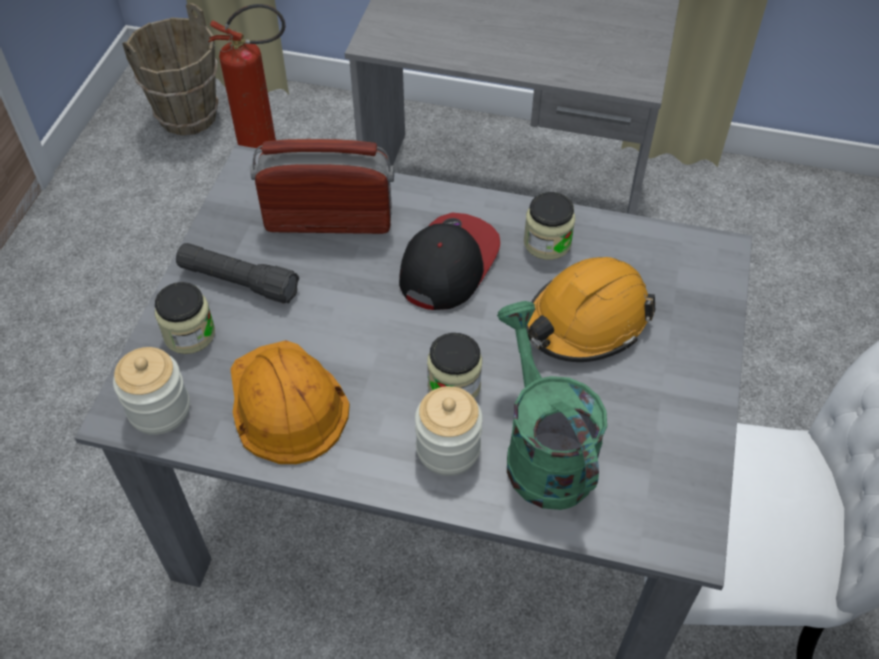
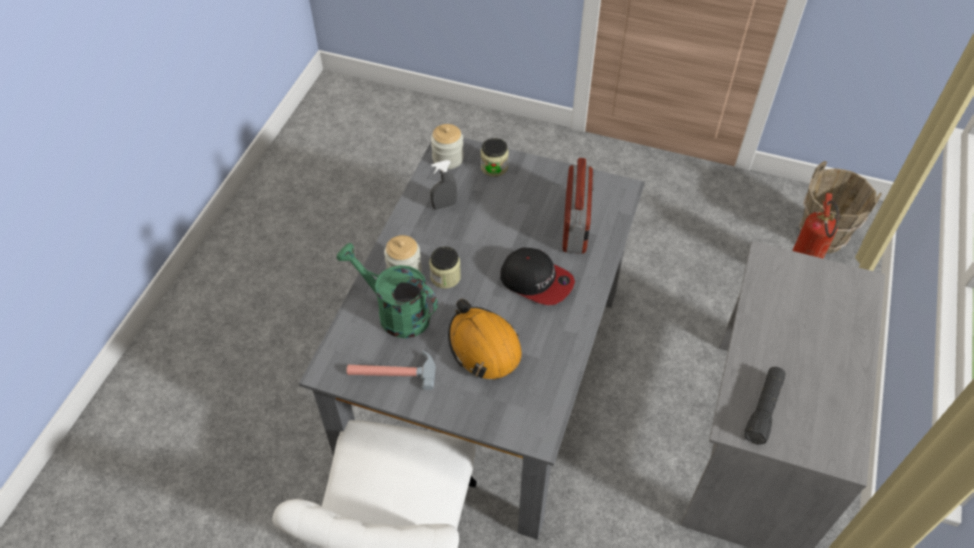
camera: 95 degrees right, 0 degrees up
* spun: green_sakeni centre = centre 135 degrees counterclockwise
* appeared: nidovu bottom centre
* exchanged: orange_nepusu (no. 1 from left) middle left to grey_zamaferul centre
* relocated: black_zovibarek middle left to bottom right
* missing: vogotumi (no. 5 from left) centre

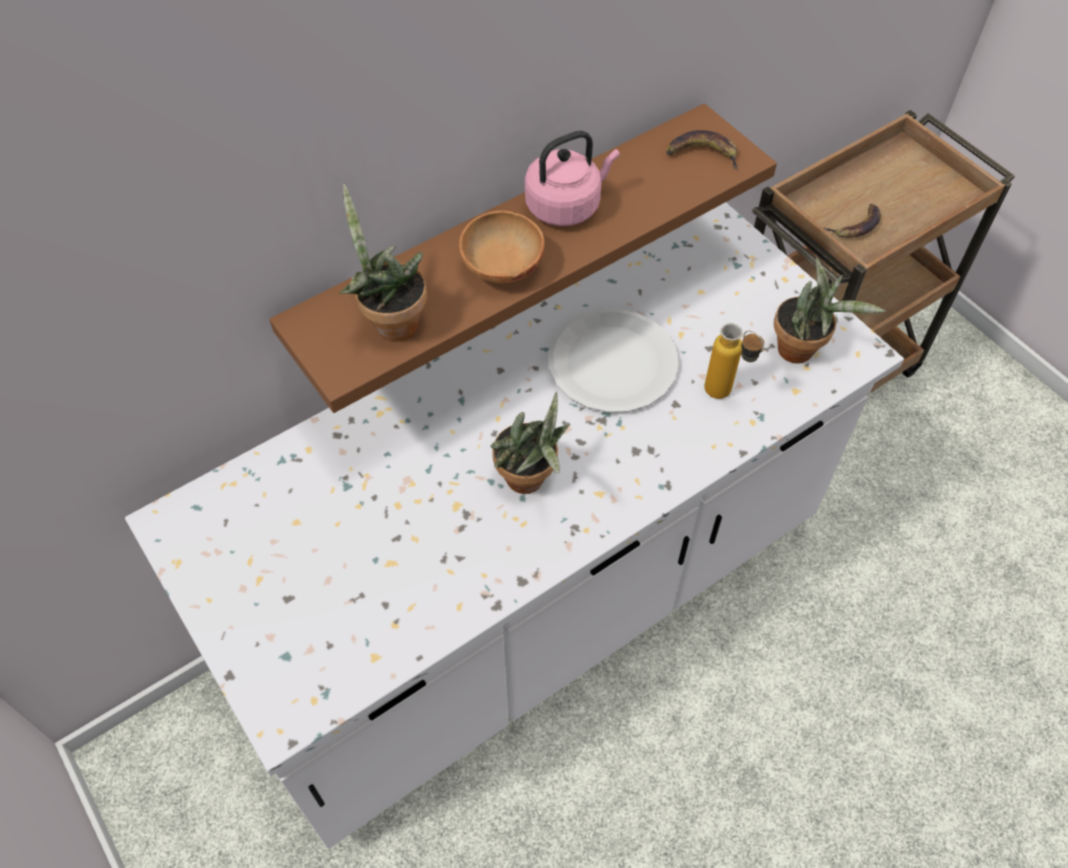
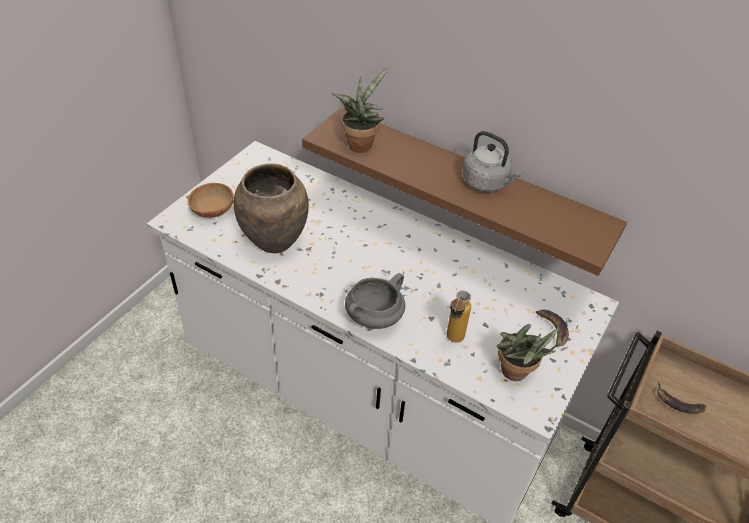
camera: 65 degrees right, 10 degrees down
* relocated: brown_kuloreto top centre to middle left
* appeared: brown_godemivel centre
* appeared: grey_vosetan centre
* colour: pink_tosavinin top centre to grey_tosavinin top centre
* relocated: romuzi (no. 1 from left) top centre to middle right
* missing: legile (no. 2 from left) centre
* missing: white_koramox centre

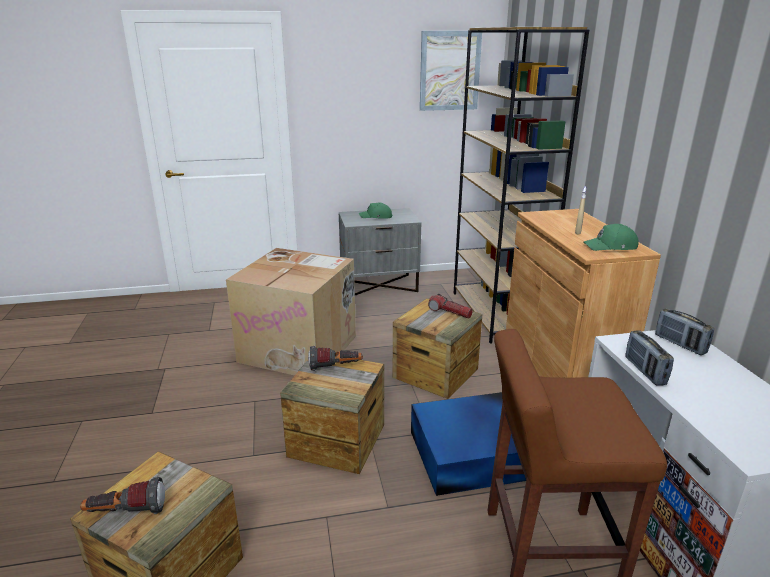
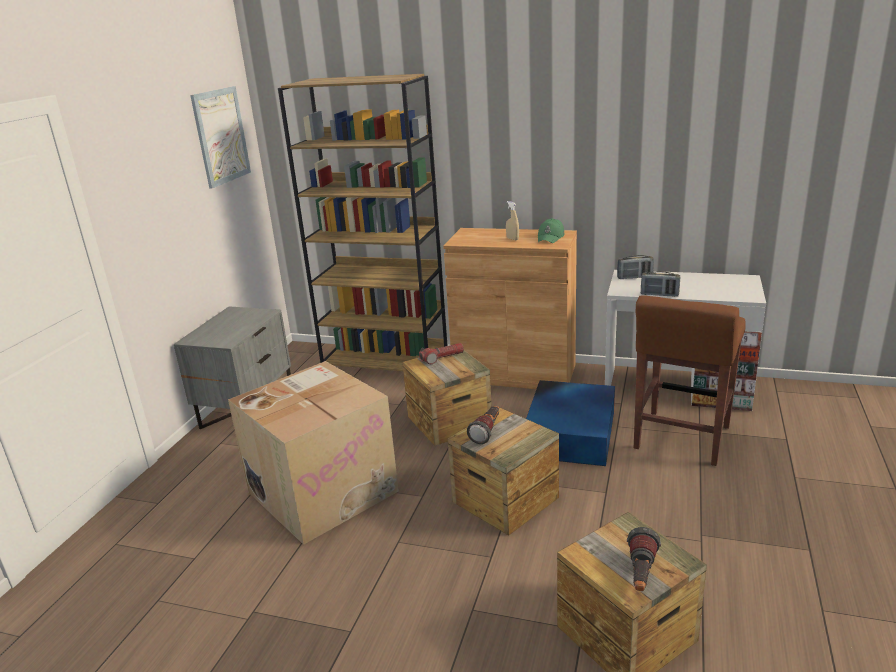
camera: 60 degrees left, 0 degrees up
* missing: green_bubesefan (no. 1 from left) centre

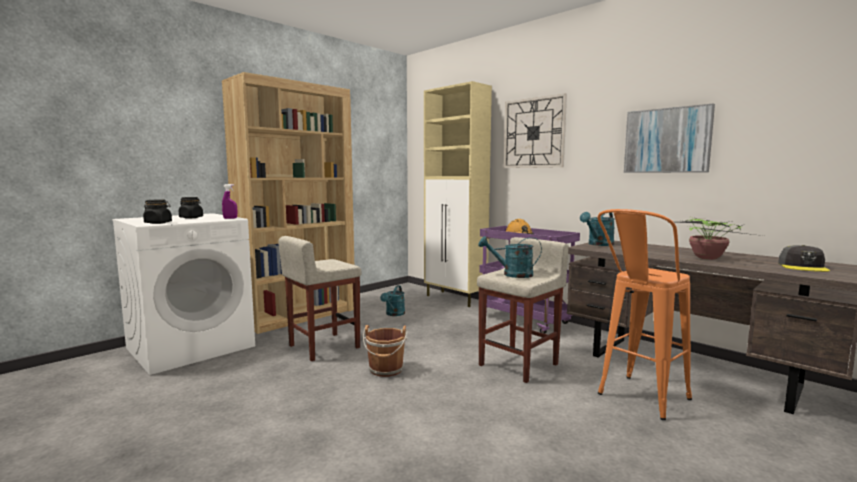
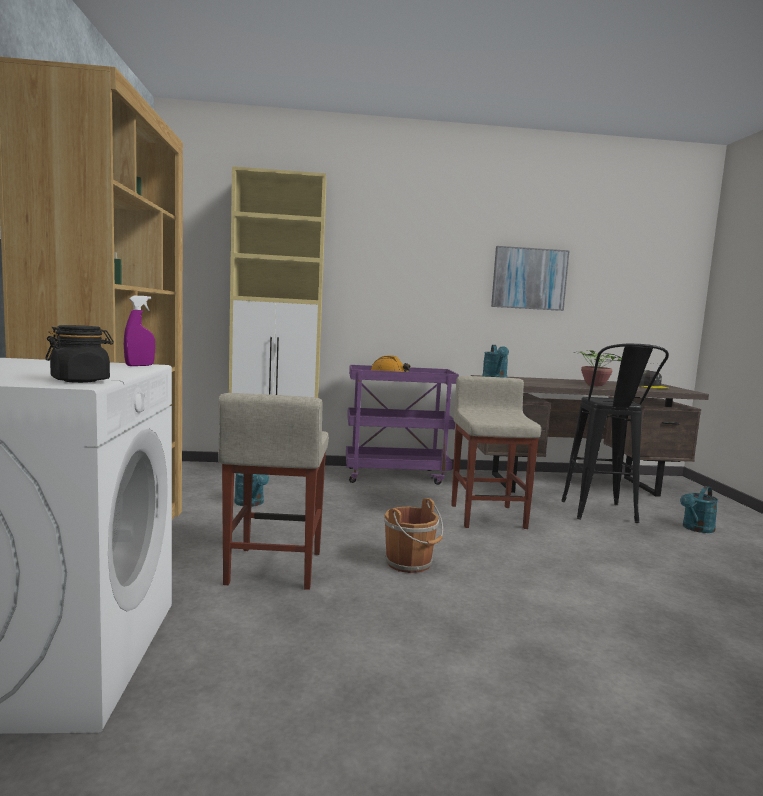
camera: 50 degrees left, 0 degrees up
* colour: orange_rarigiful middle right to black_rarigiful middle right
* relocated: turquoise_sakeni (no. 2 from left in the first image) centre to turquoise_sakeni (no. 3 from left) middle right
* missing: black_vogotumi (no. 2 from left) middle left
* missing: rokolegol top centre

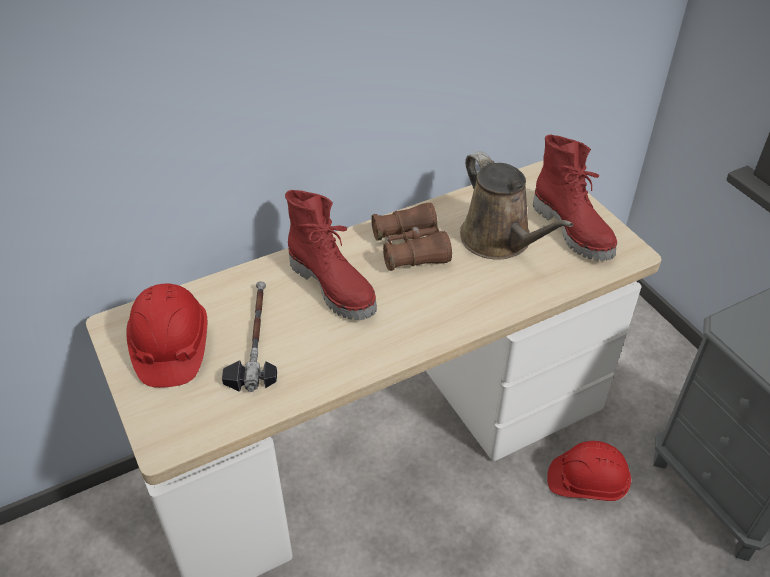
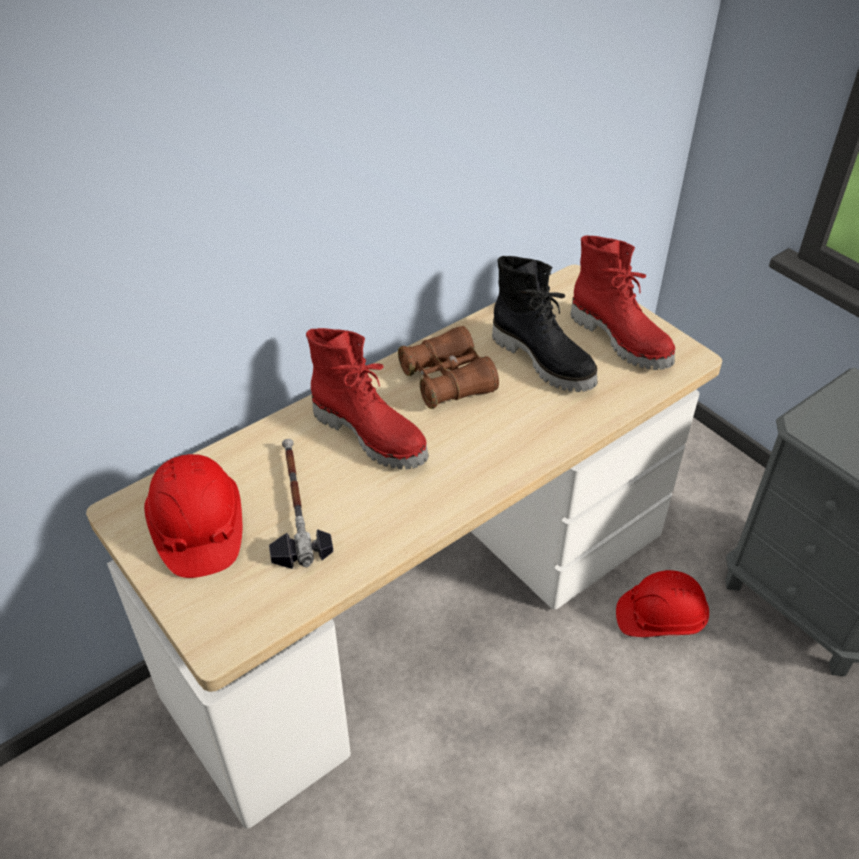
camera: 10 degrees left, 0 degrees up
* exchanged: brown_sakeni middle right to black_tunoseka centre

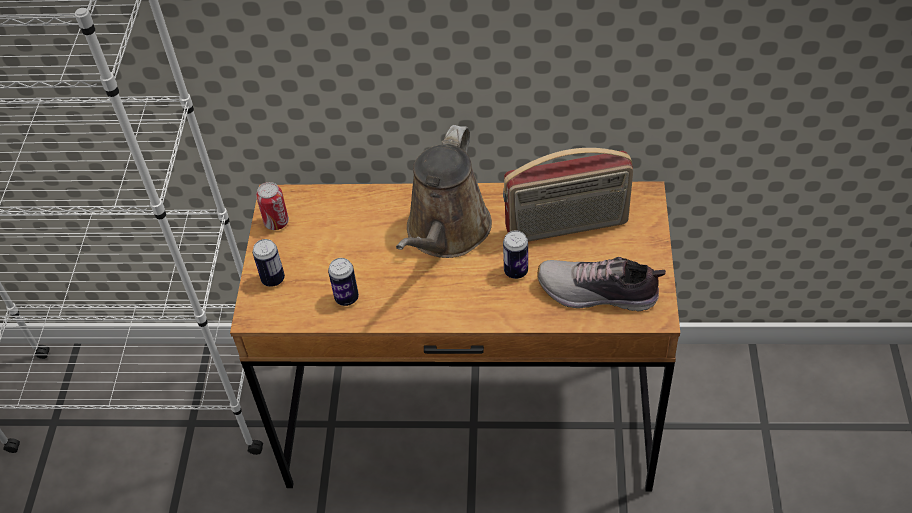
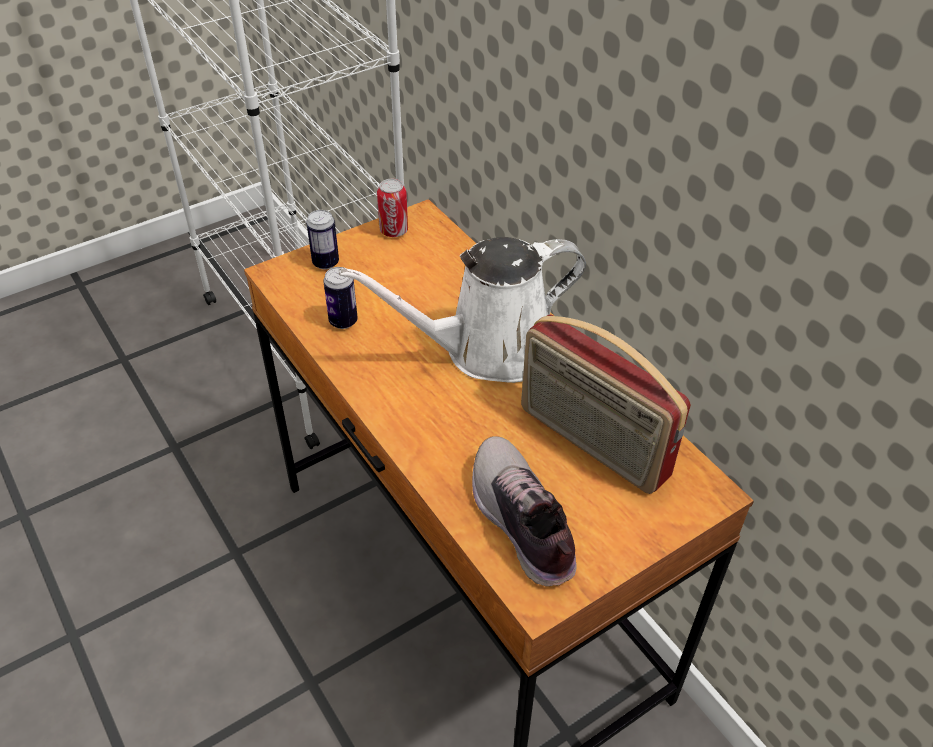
camera: 50 degrees right, 5 degrees down
* colour: brown_sakeni centre to white_sakeni centre
* missing: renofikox (no. 4 from left) centre

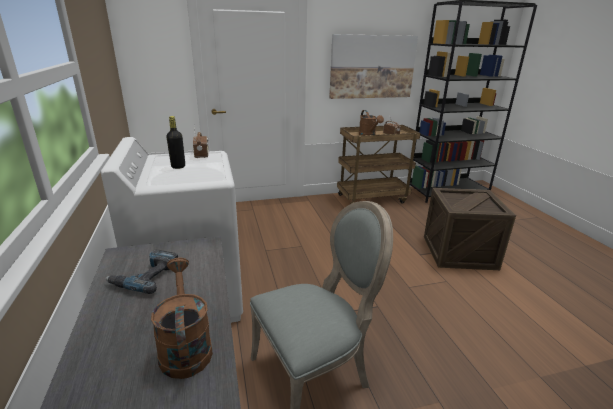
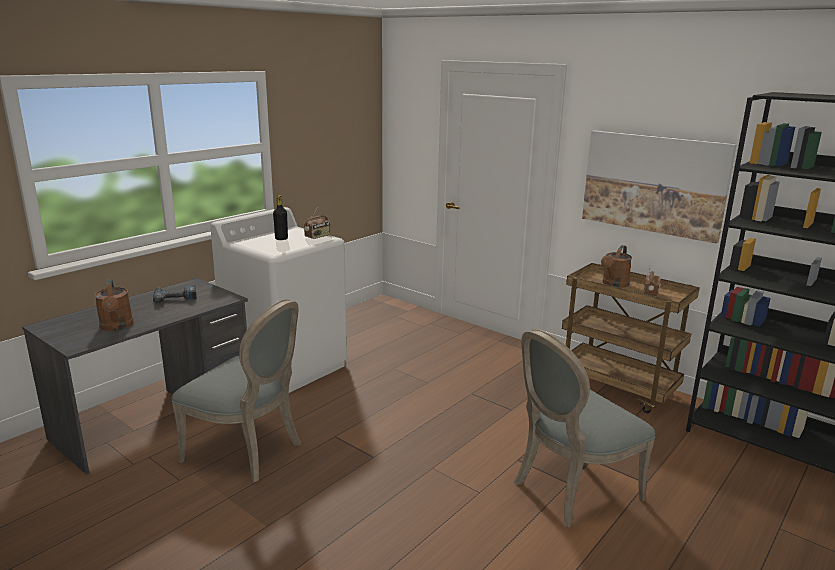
camera: 55 degrees right, 5 degrees down
* spun: brown_sakeni (no. 1 from left) bottom left = middle left 120 degrees clockwise
* exchanged: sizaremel middle right to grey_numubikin (no. 2 from left) bottom right

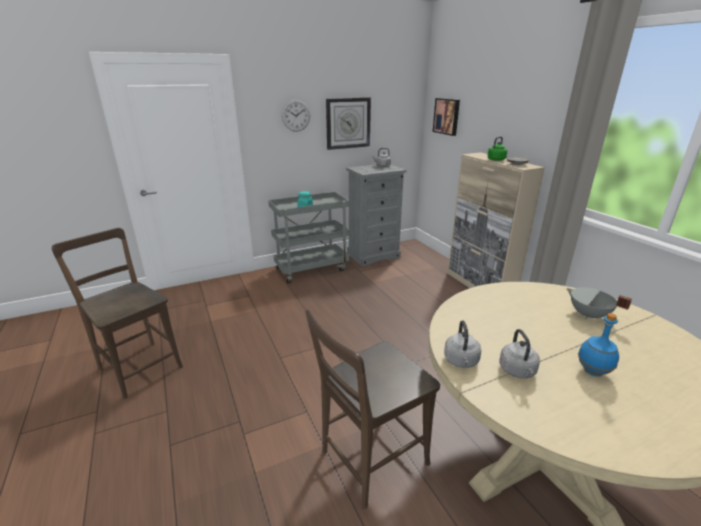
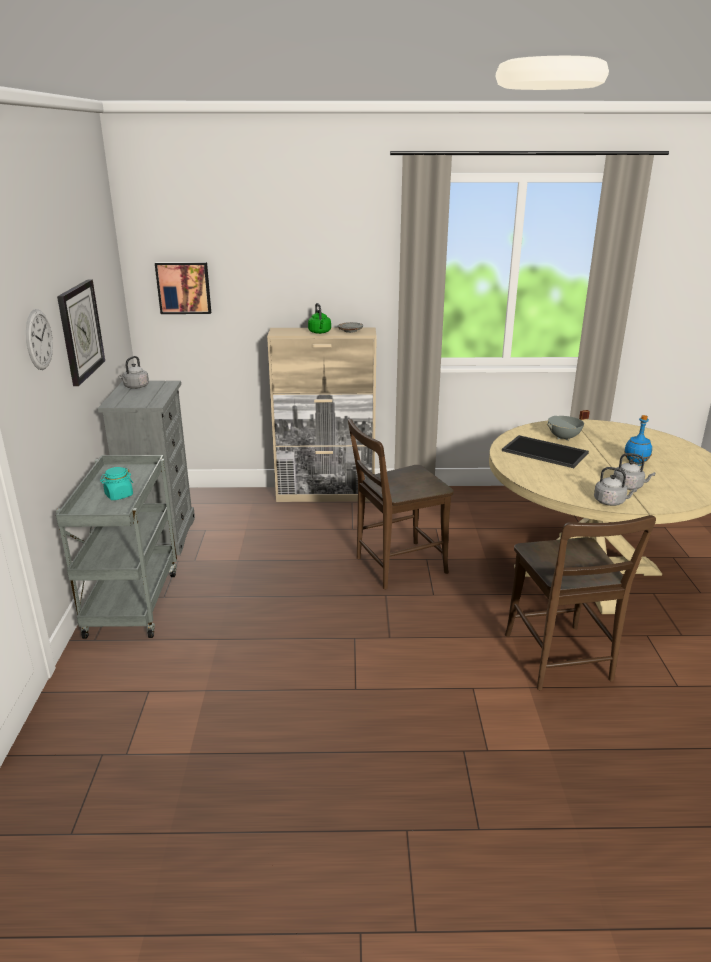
camera: 65 degrees left, 0 degrees up
* relocated: brown_numubikin (no. 1 from left) middle left to centre
* appeared: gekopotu middle right

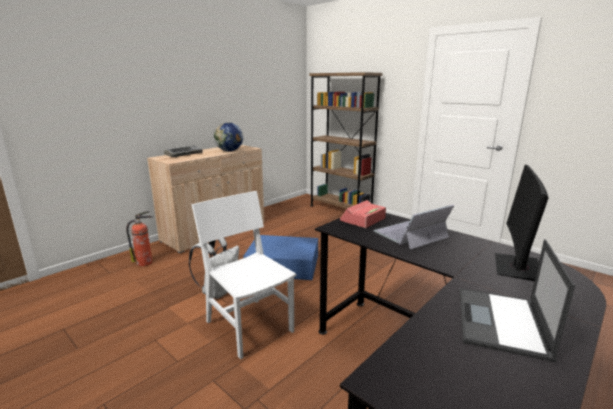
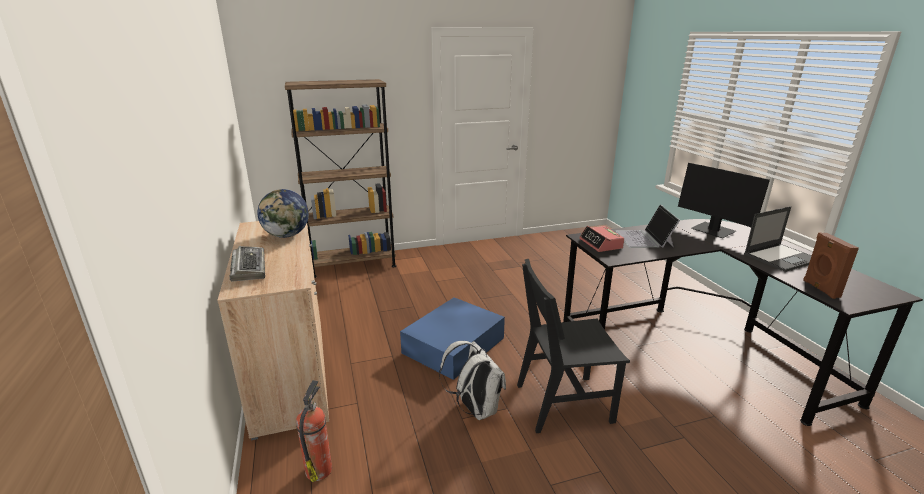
camera: 60 degrees left, 5 degrees up
* colour: white_numubikin bottom centre to black_numubikin bottom centre
* spun: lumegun (no. 2 from left) bottom right = middle right 75 degrees counterclockwise
* appeared: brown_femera middle right

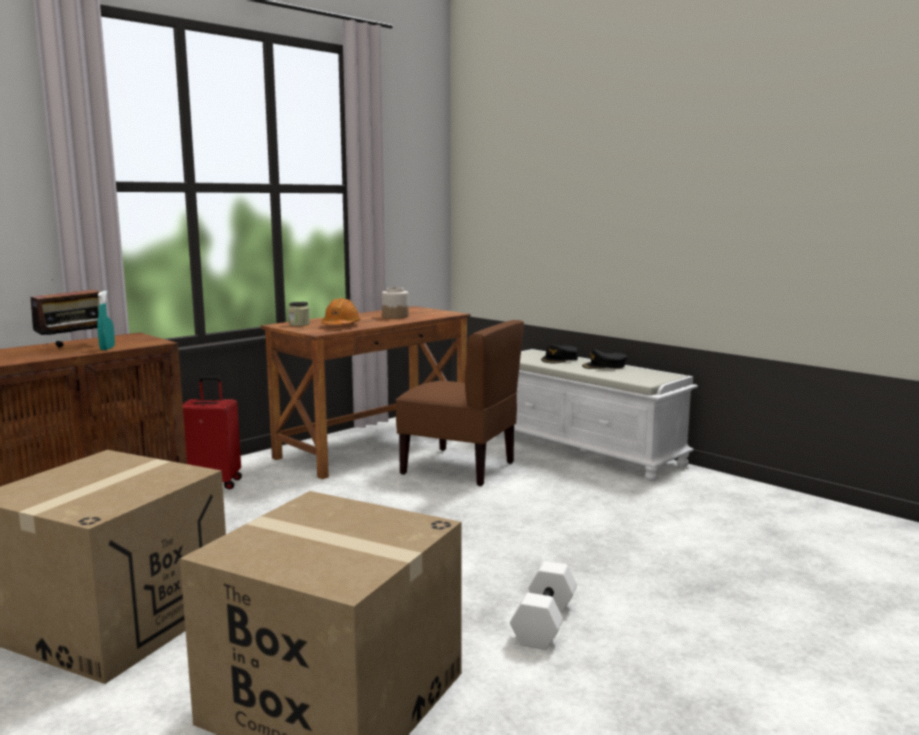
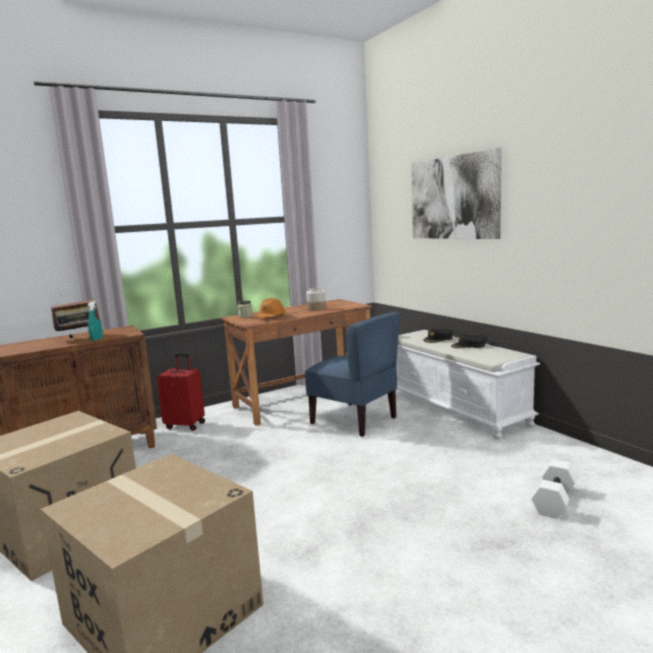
camera: 15 degrees right, 0 degrees up
* colour: brown_numubikin centre to blue_numubikin centre
* appeared: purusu top right
* relocated: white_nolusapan bottom centre to bottom right

